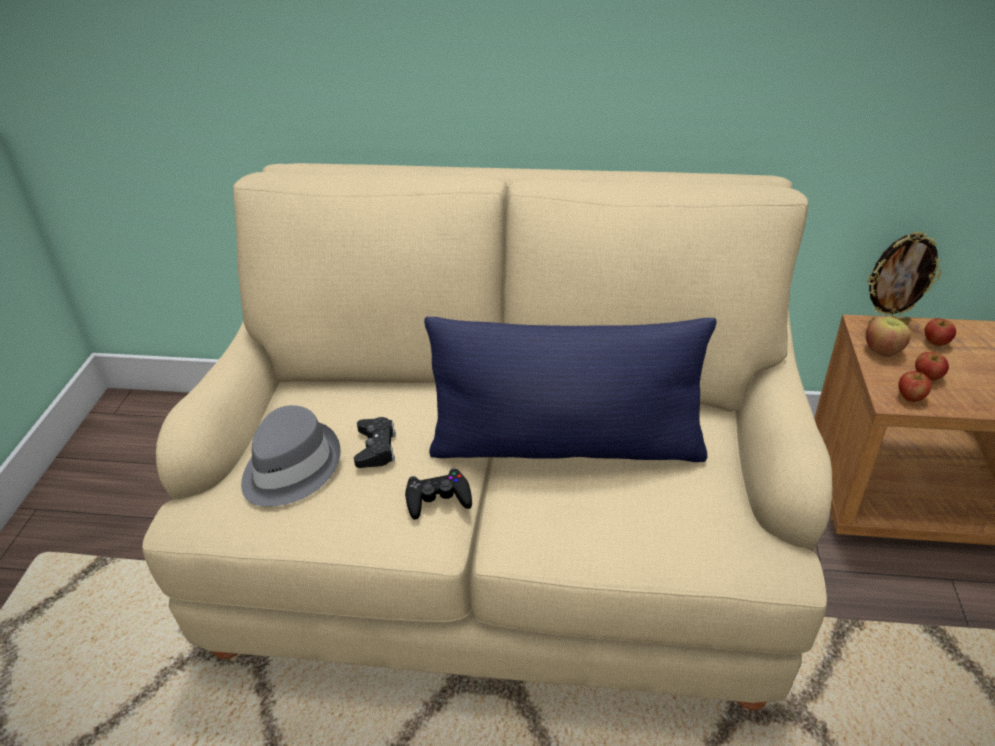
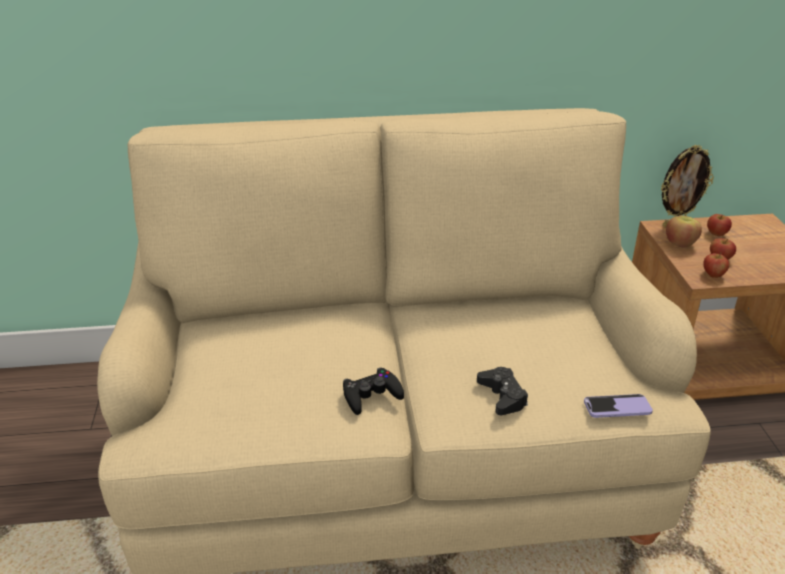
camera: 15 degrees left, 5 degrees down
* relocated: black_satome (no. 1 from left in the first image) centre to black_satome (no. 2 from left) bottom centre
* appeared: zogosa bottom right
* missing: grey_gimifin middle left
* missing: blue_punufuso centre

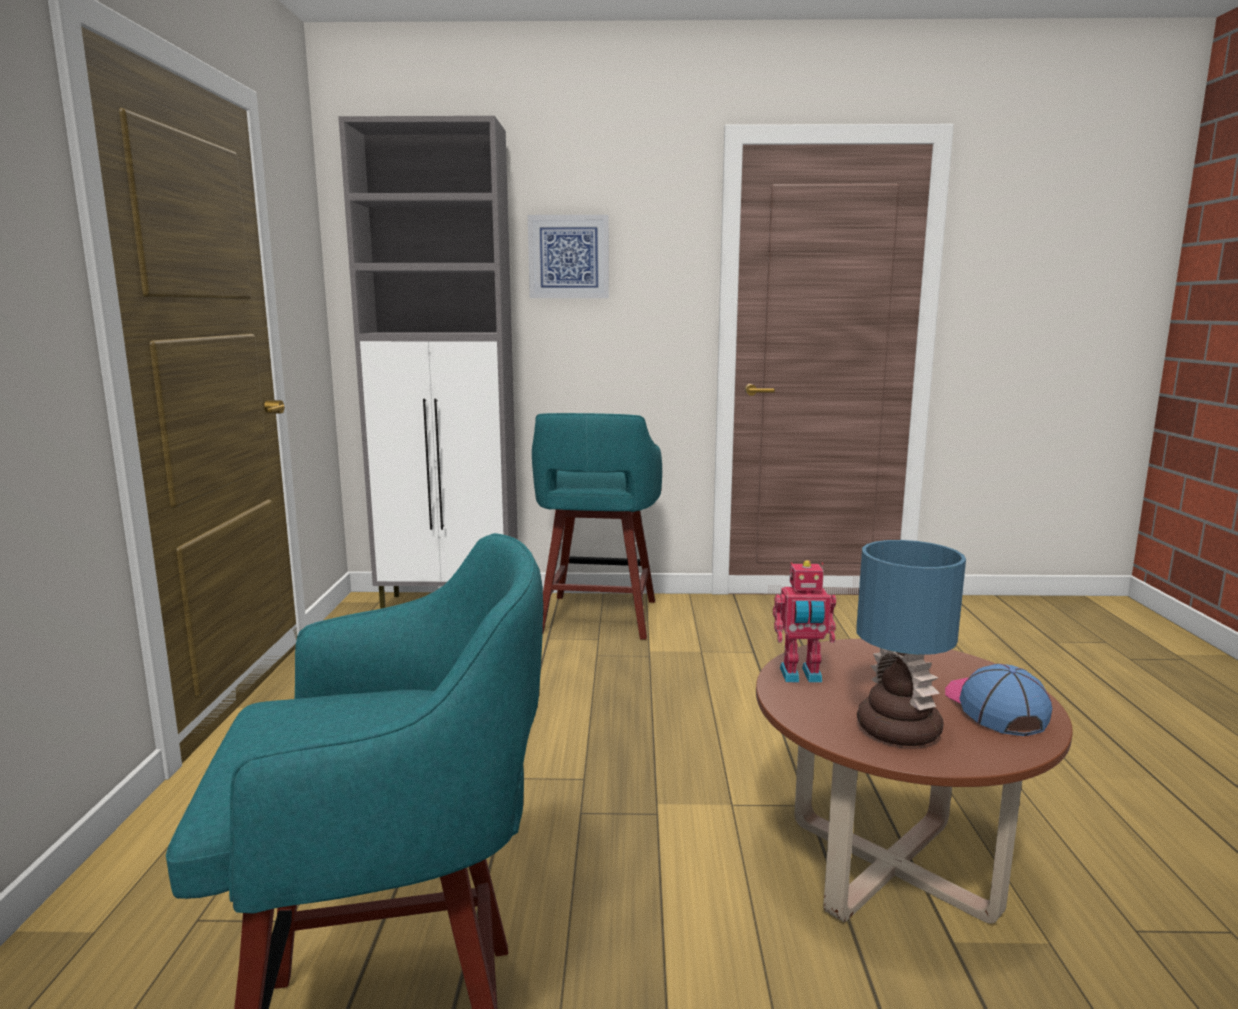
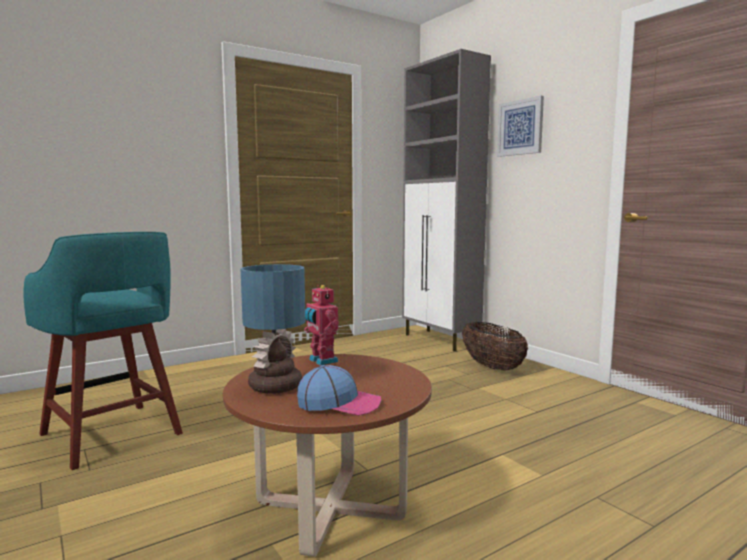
camera: 55 degrees right, 5 degrees down
* spun: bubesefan bottom right = bottom centre 45 degrees clockwise
* exchanged: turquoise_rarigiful (no. 2 from left) centre to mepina centre

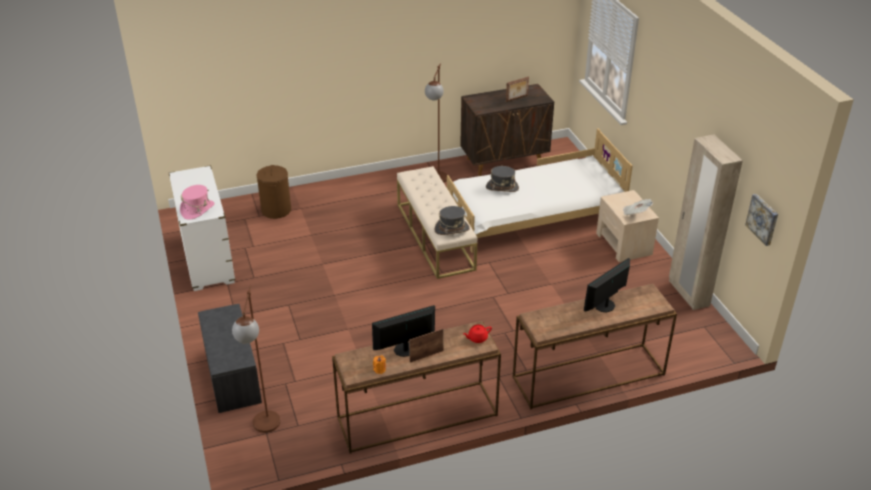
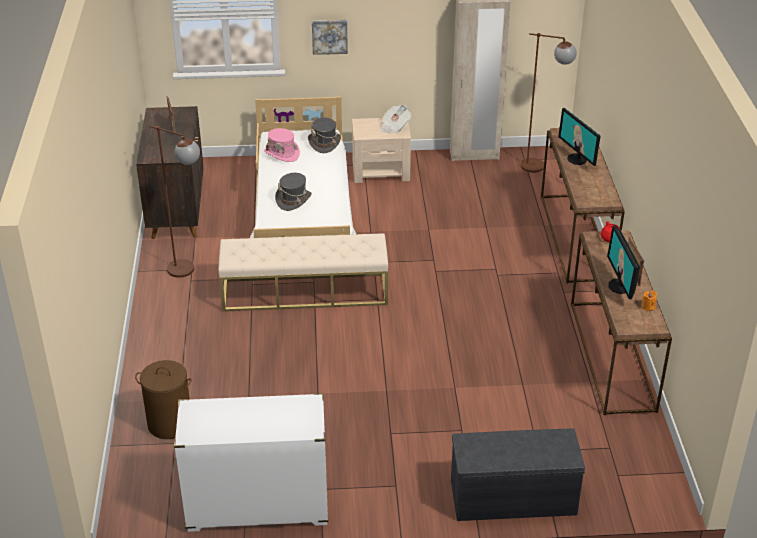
camera: 75 degrees left, 0 degrees up
* relocated: pink_gimifin middle left to top centre
* relocated: grey_gimifin (no. 1 from left in the first image) centre to grey_gimifin (no. 2 from left) top centre
* relocated: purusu middle right to top centre
* relocated: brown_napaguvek (no. 1 from left in the first image) bottom left to brown_napaguvek (no. 2 from left) top right

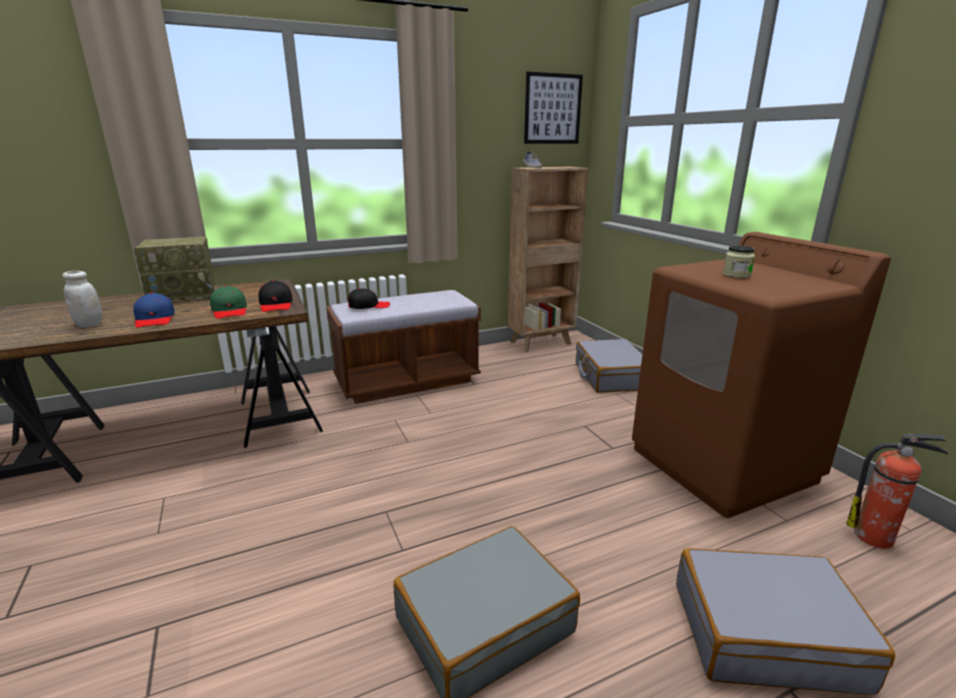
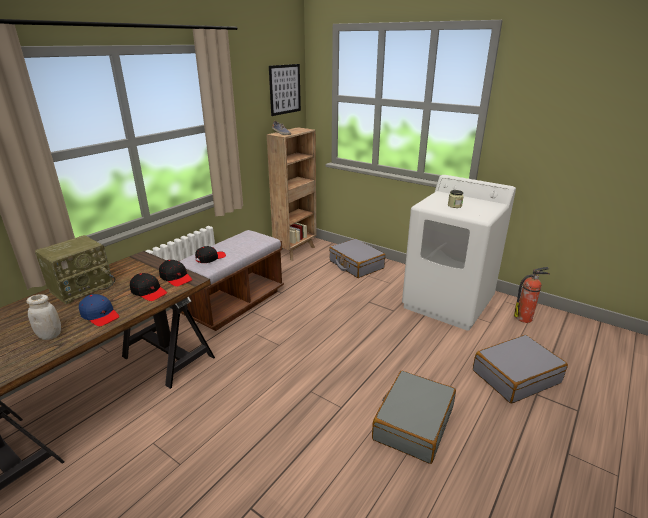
camera: 30 degrees left, 5 degrees up
* colour: green_bubesefan middle left to black_bubesefan (no. 1 from left) middle left
* colour: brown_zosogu middle right to white_zosogu middle right

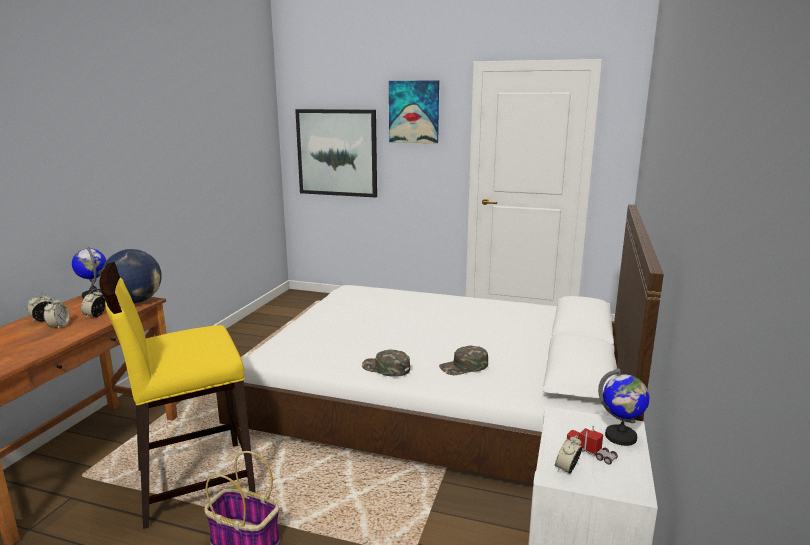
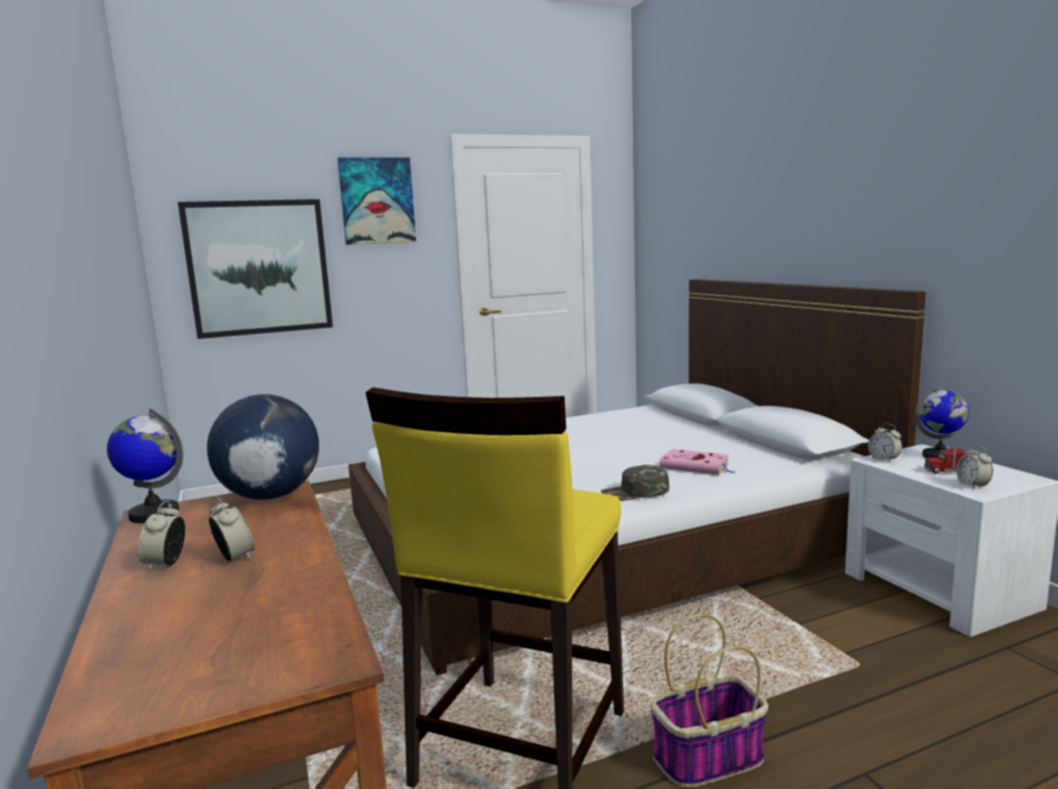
camera: 40 degrees left, 5 degrees down
* exchanged: green_bubesefan (no. 2 from left) centre to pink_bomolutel centre
* relocated: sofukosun (no. 3 from left) middle left to middle right

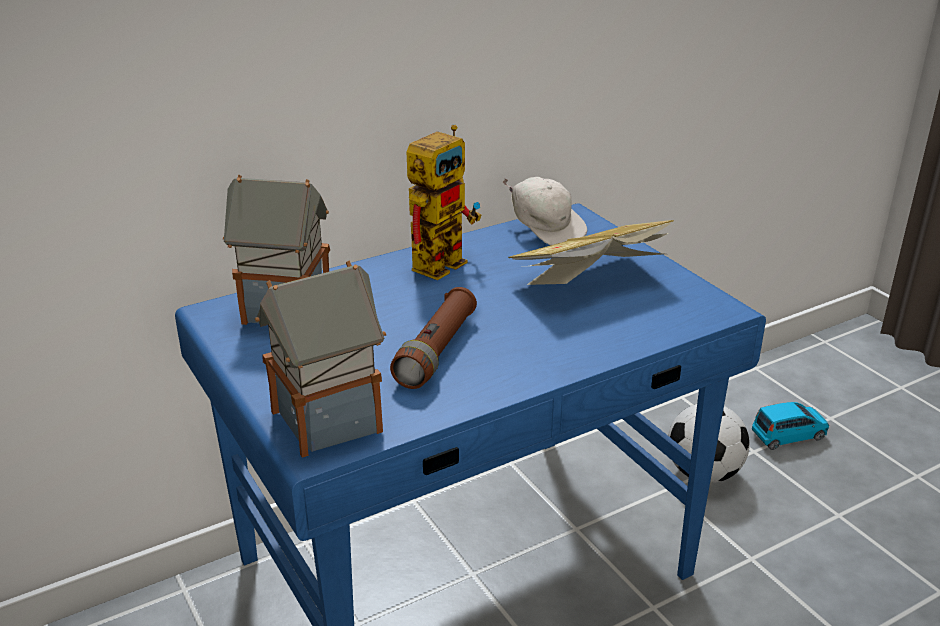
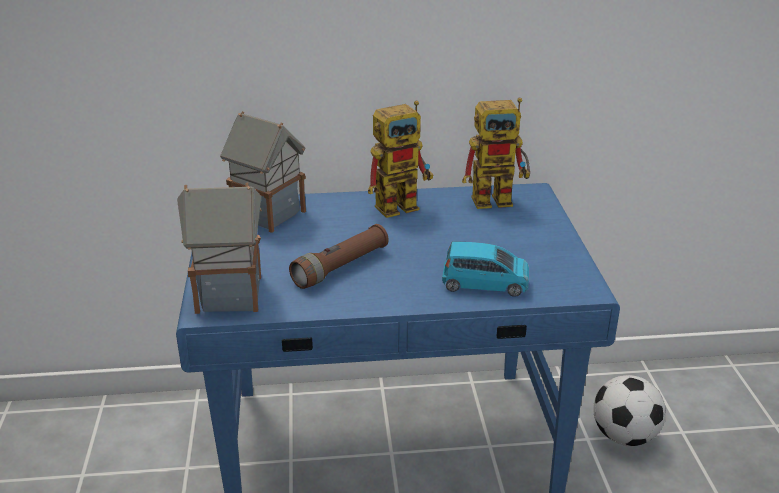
camera: 25 degrees right, 0 degrees up
* relocated: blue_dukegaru bottom right to centre
* exchanged: white_bubesefan centre to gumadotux (no. 2 from left) top centre
* missing: bomolutel centre

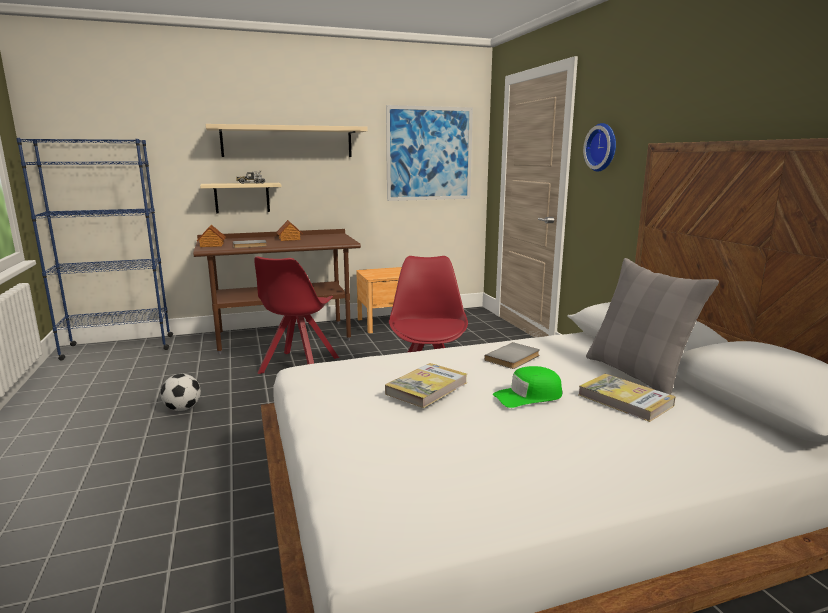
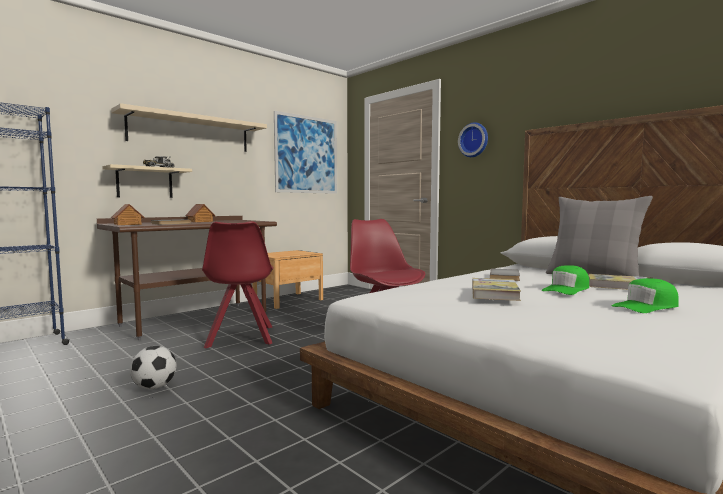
camera: 25 degrees left, 10 degrees down
* appeared: green_bubesefan (no. 2 from left) middle right

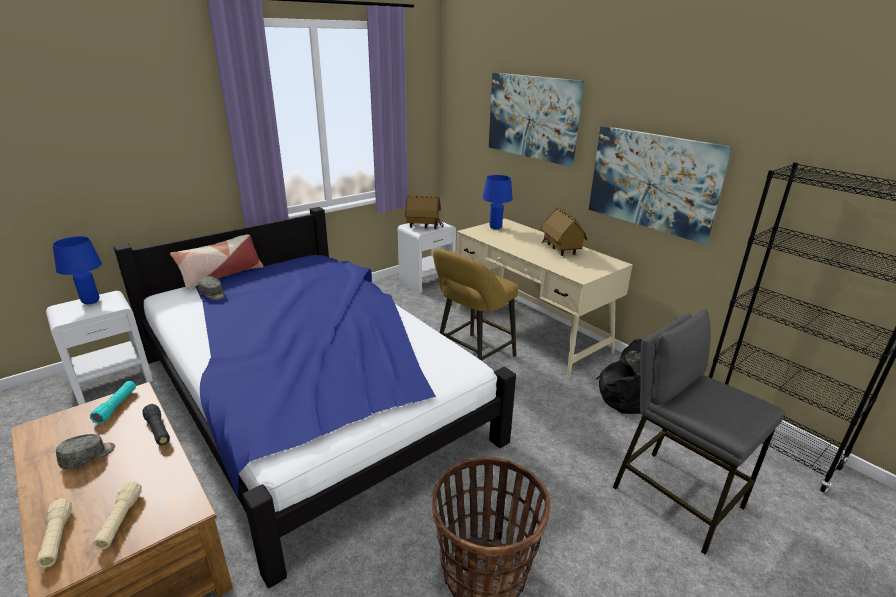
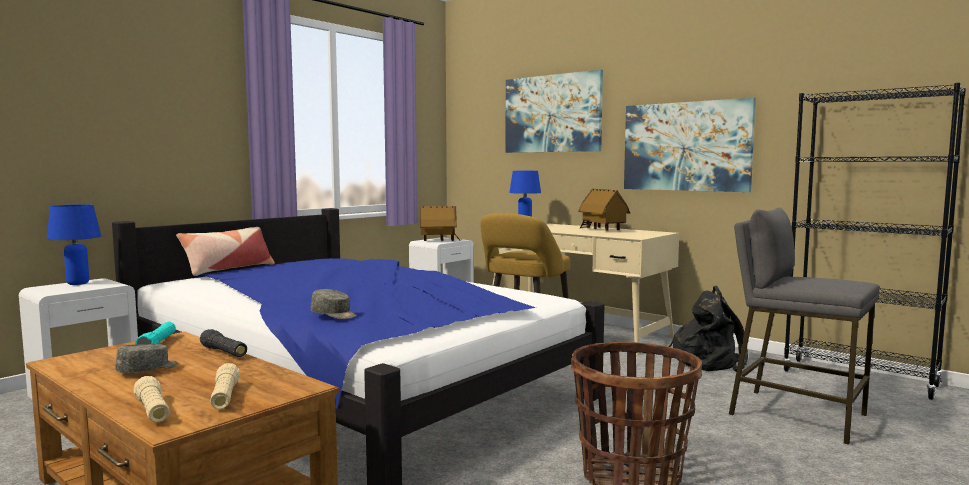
camera: 10 degrees left, 20 degrees down
* relocated: grey_bubesefan (no. 2 from left) middle left to centre

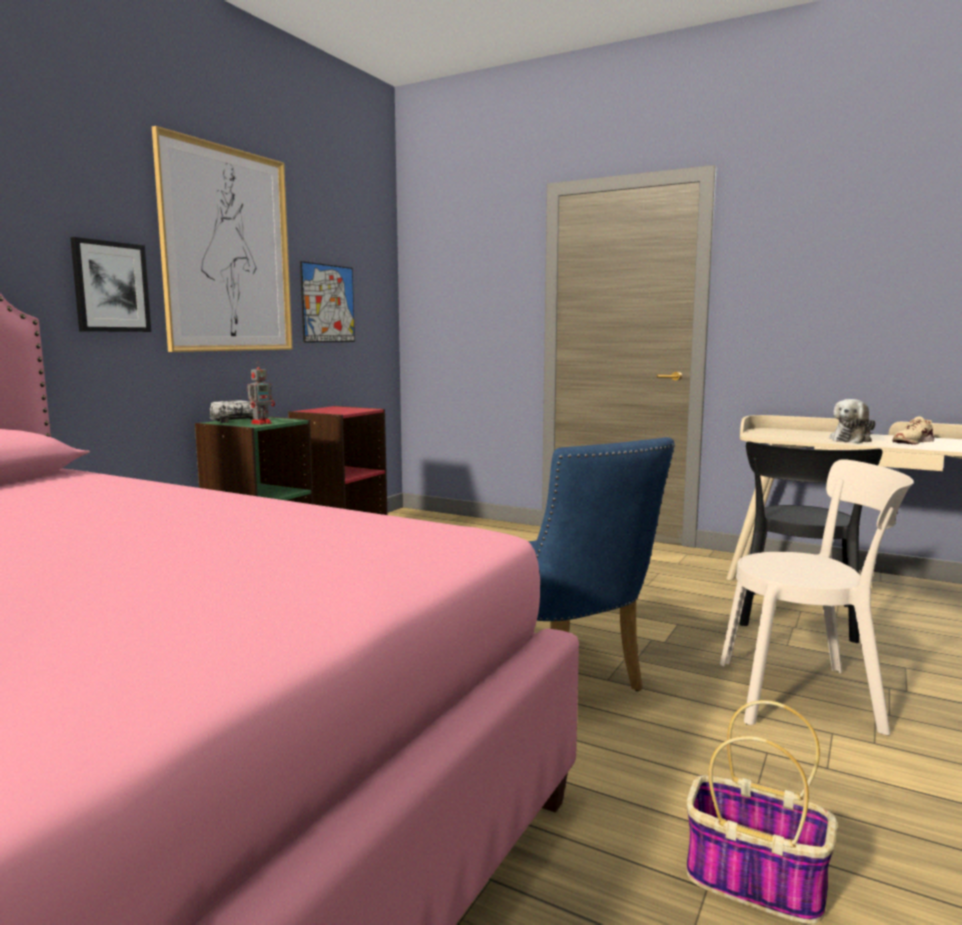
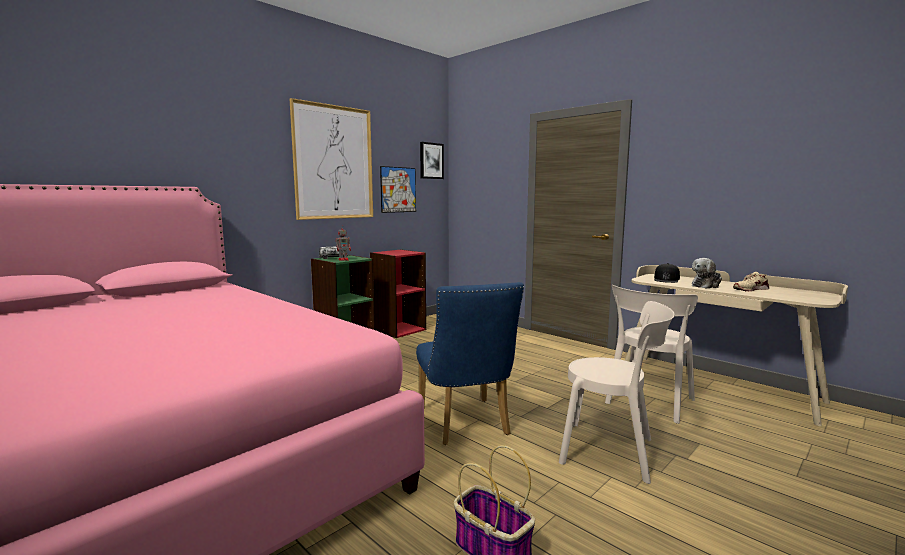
camera: 15 degrees right, 0 degrees up
* relocated: purusu (no. 1 from left in the first image) top left to purusu (no. 3 from left) top centre
* colour: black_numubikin middle right to beige_numubikin (no. 2 from left) middle right
* appeared: black_bubesefan middle right

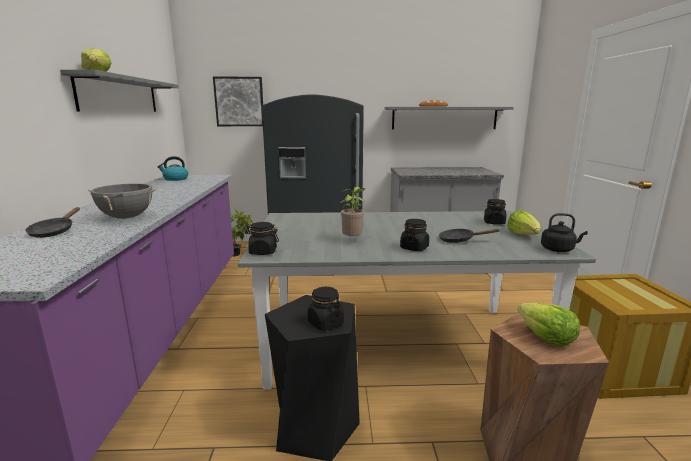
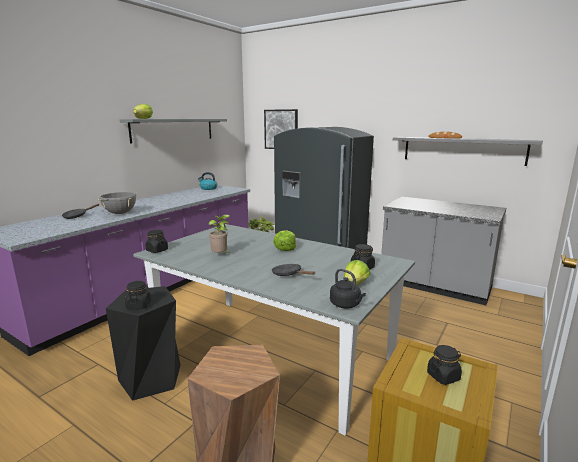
camera: 35 degrees right, 0 degrees up
* relocated: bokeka (no. 3 from left in the first image) bottom right to bokeka (no. 2 from left) centre
* relocated: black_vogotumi (no. 3 from left in the first image) centre to black_vogotumi (no. 4 from left) bottom right

